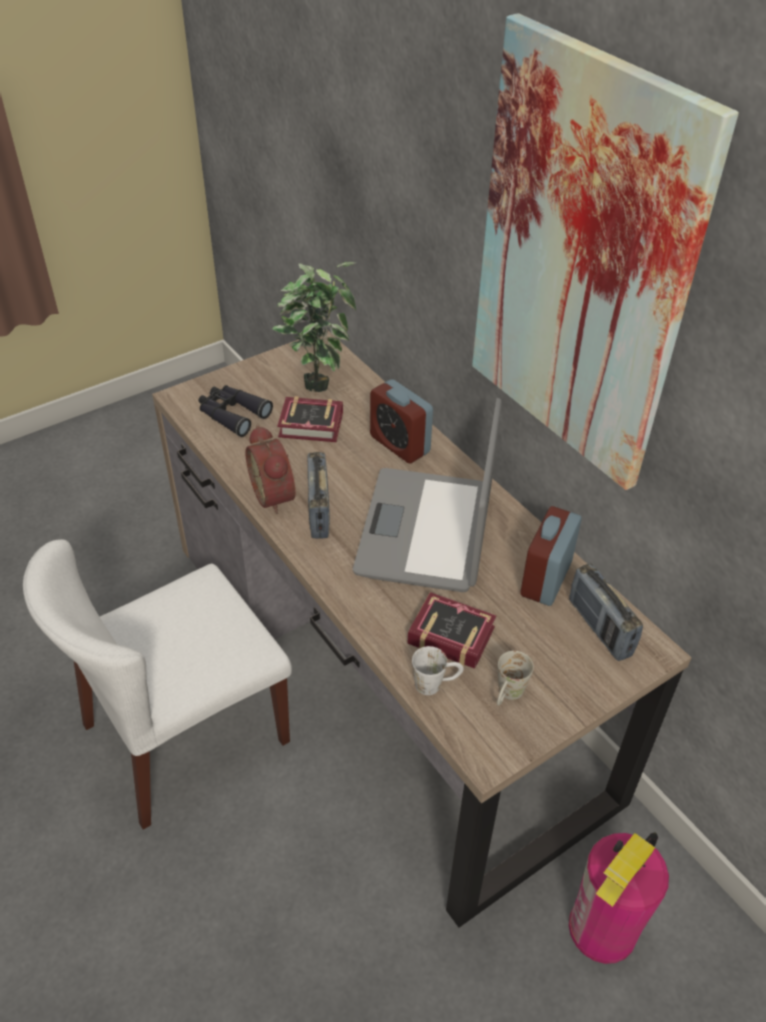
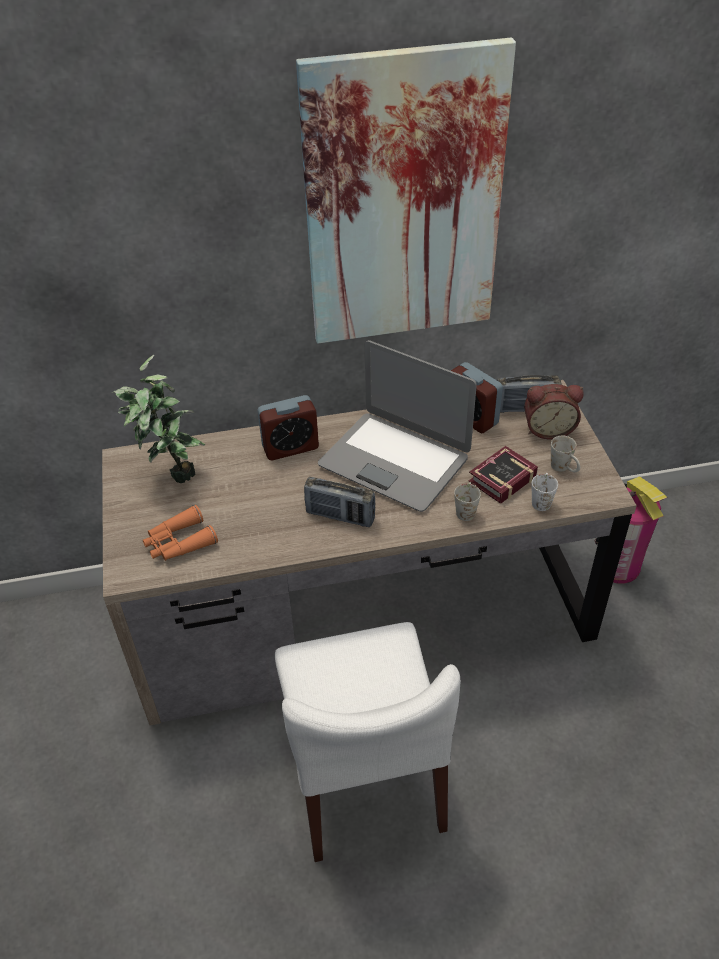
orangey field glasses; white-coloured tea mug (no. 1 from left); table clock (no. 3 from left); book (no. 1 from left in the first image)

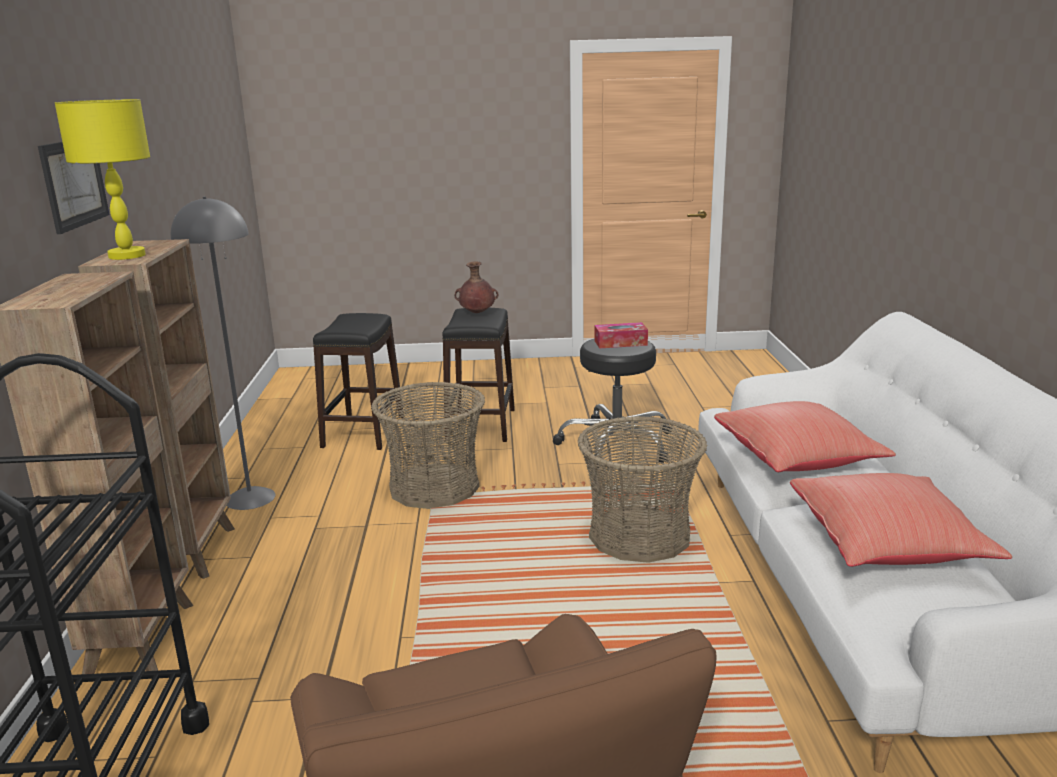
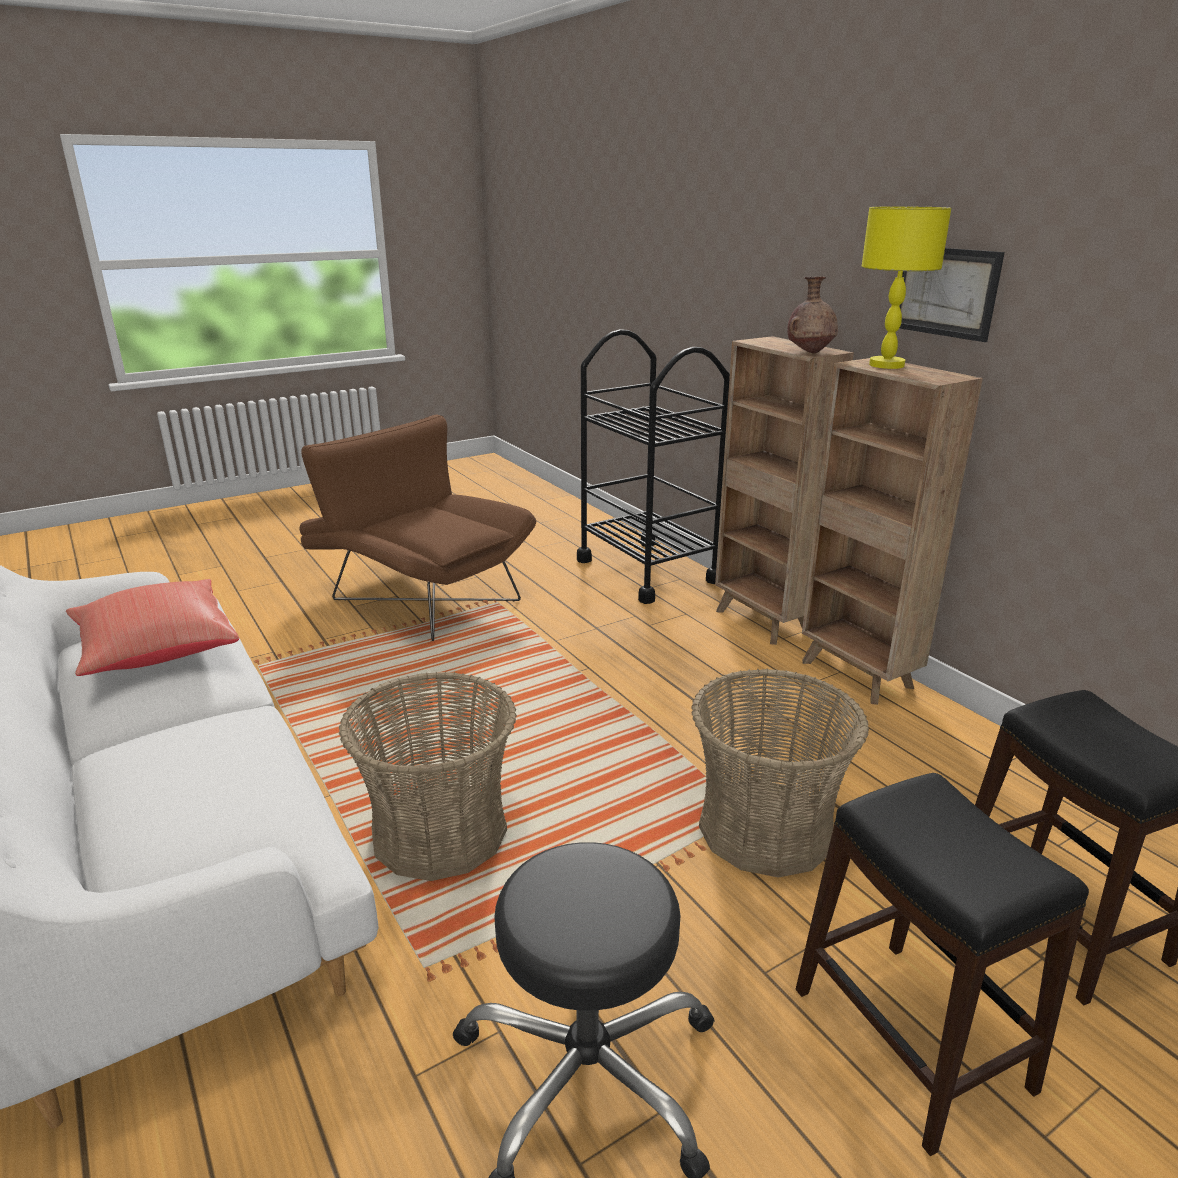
brown-coloured flower vase; greyish floor lamp; box of tissues; red pillow (no. 1 from left in the first image)

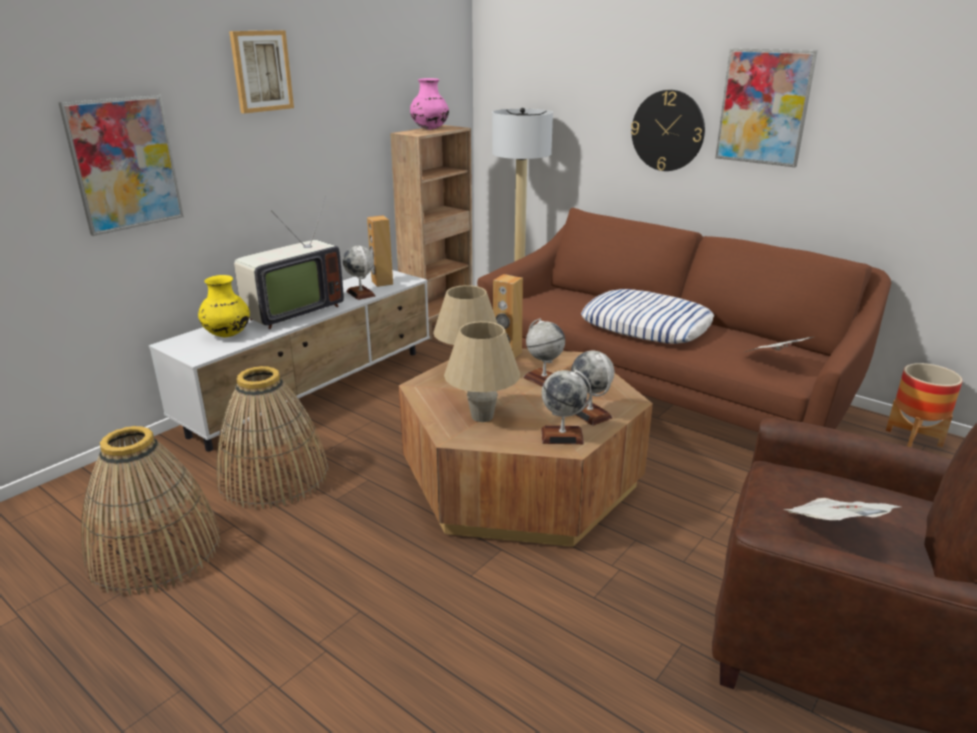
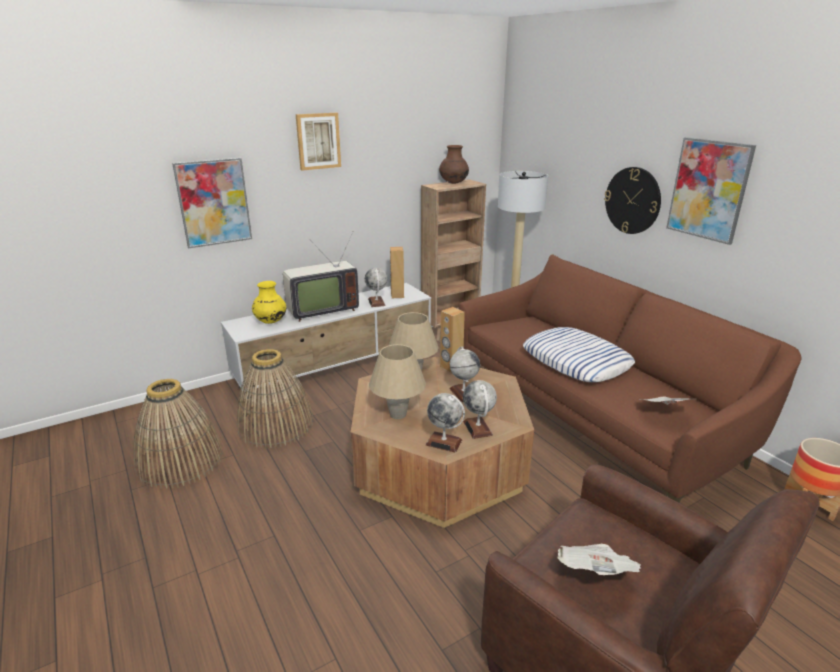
brown-coloured flower vase

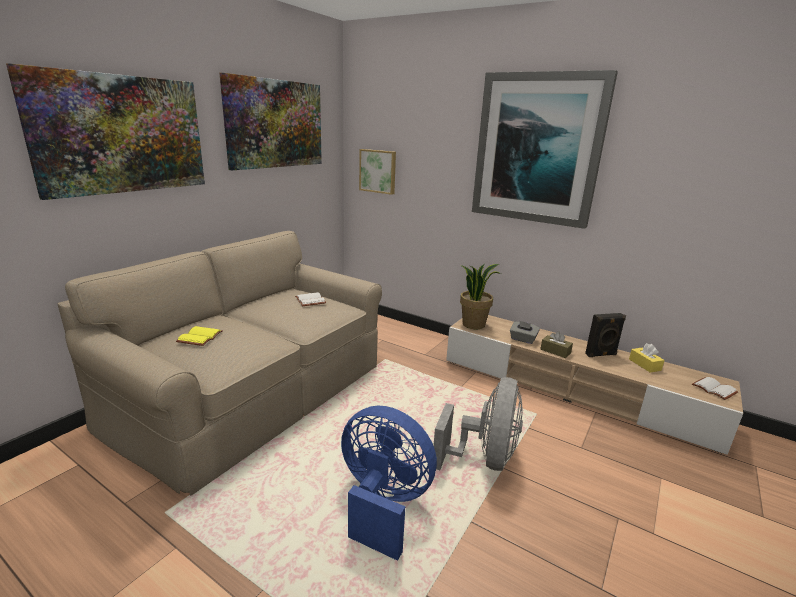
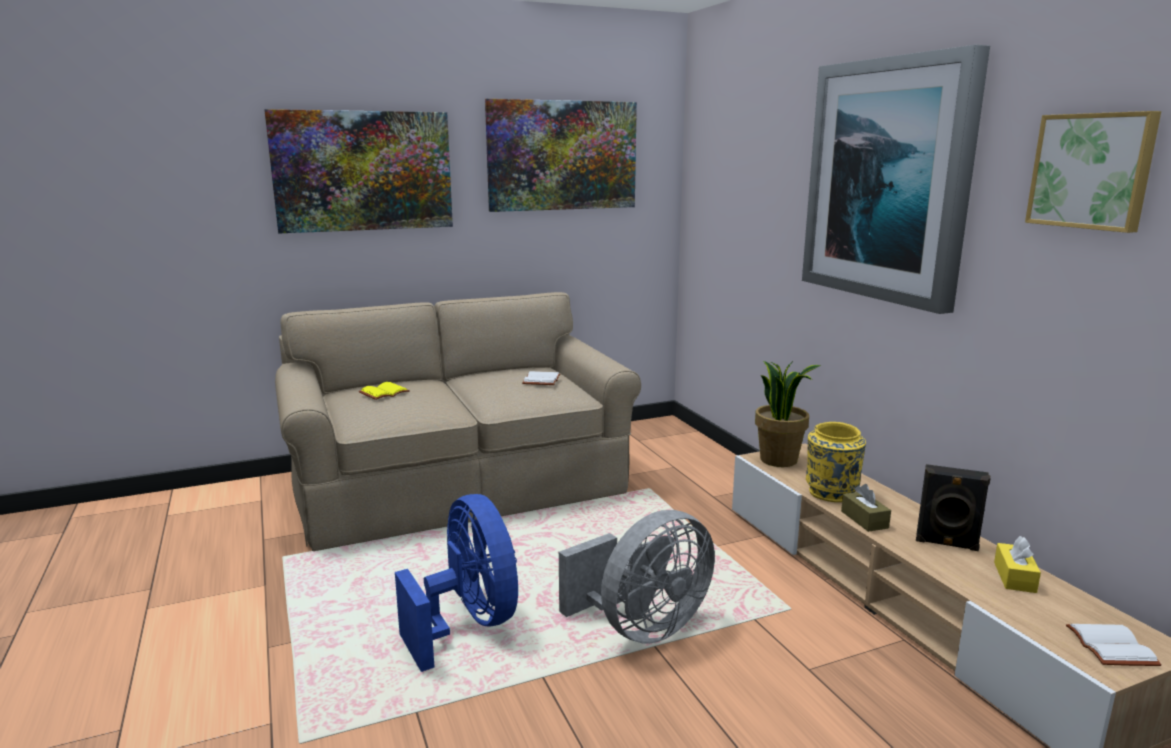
yellow-coloured flower vase; wall picture (no. 4 from left)

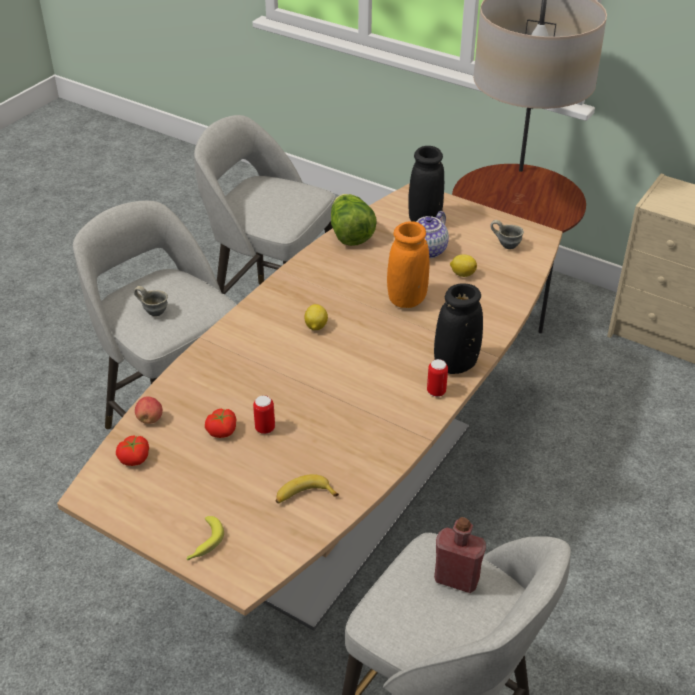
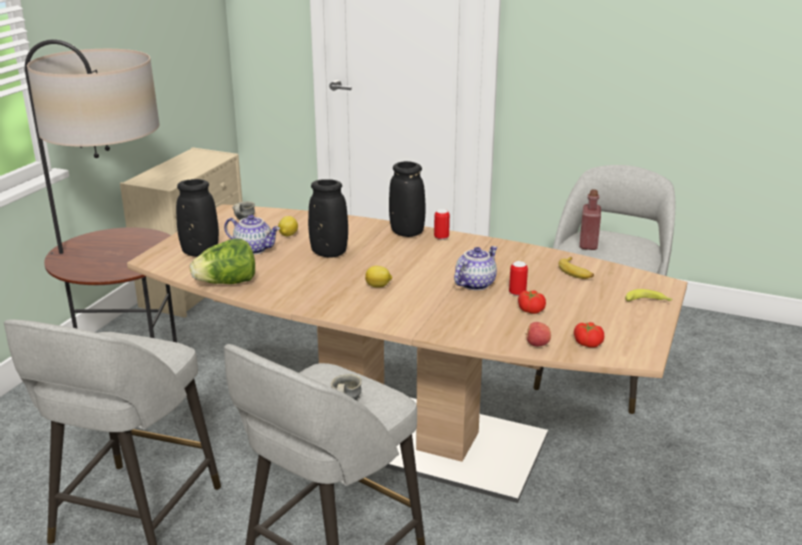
blackish flower vase (no. 2 from left); tea pot (no. 2 from left)

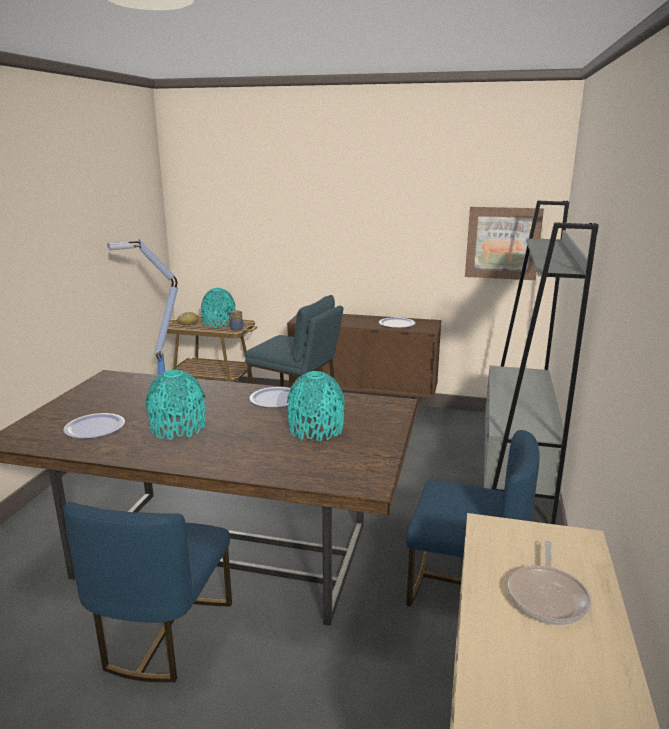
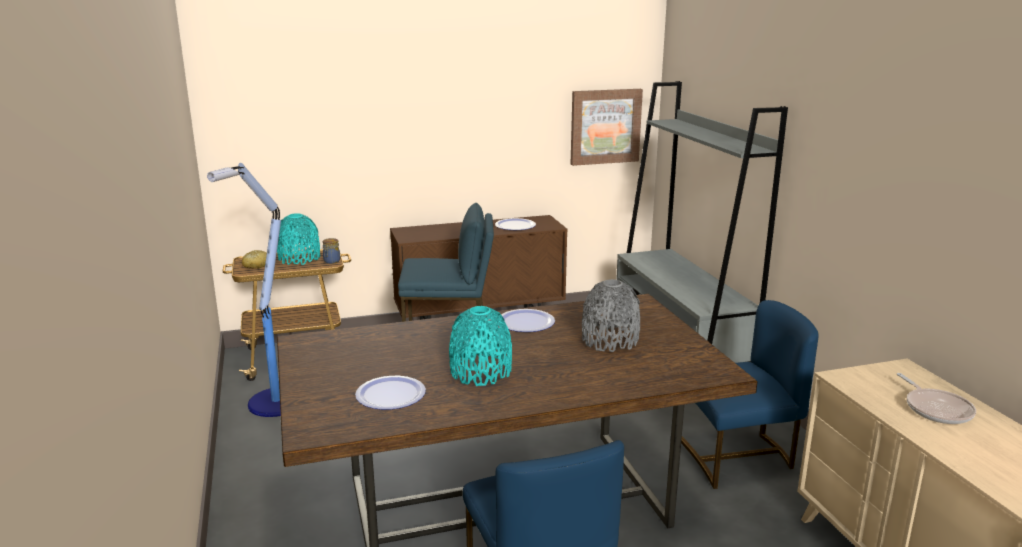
greyish flower vase

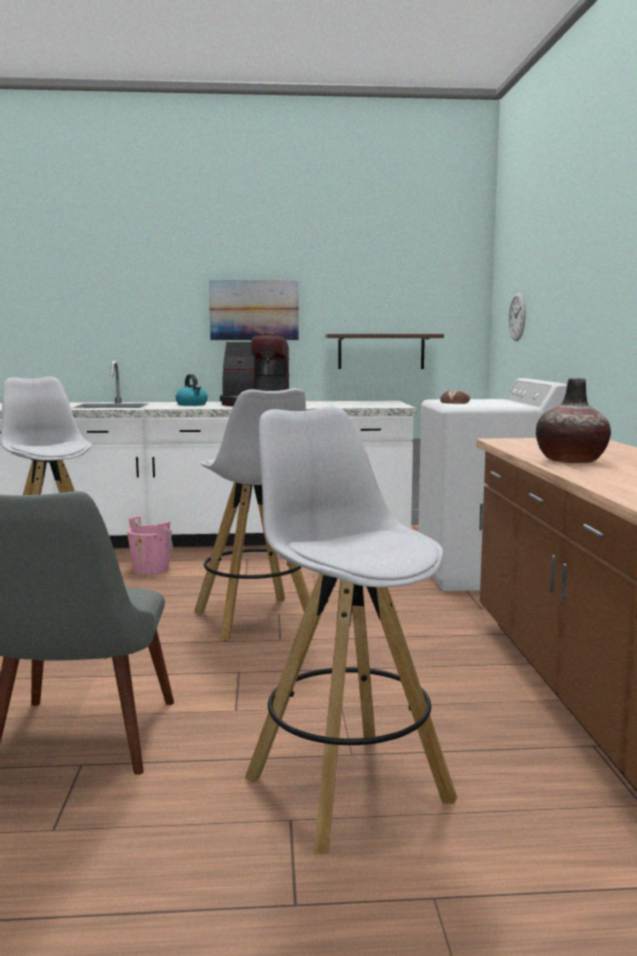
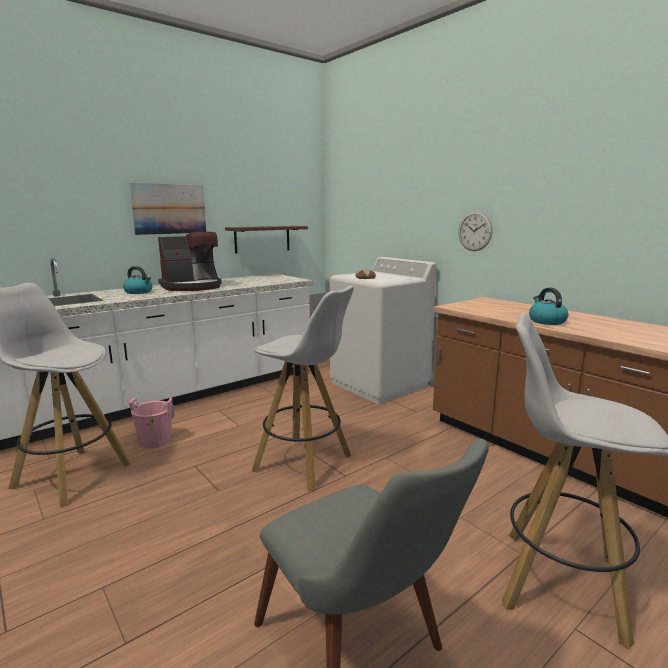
hanging clock; kettle (no. 2 from left)

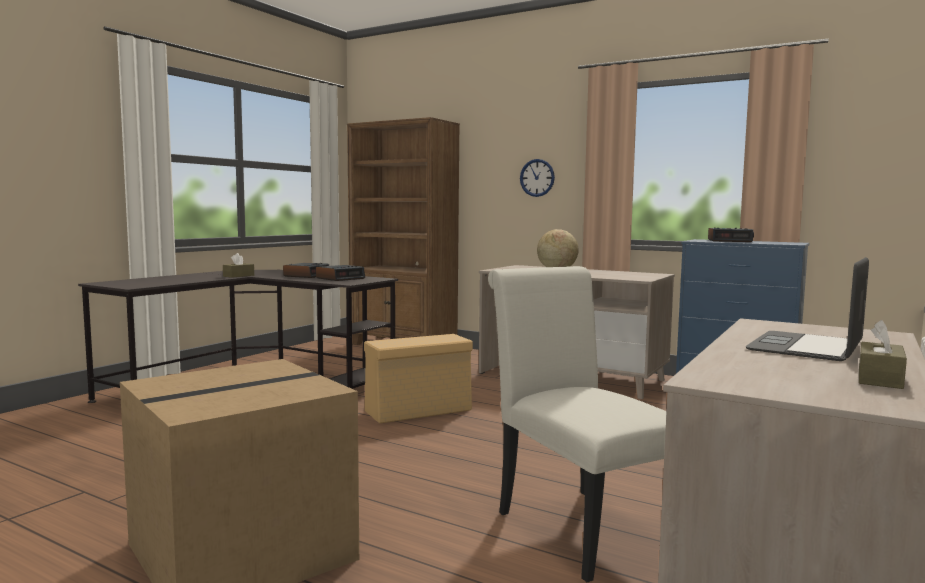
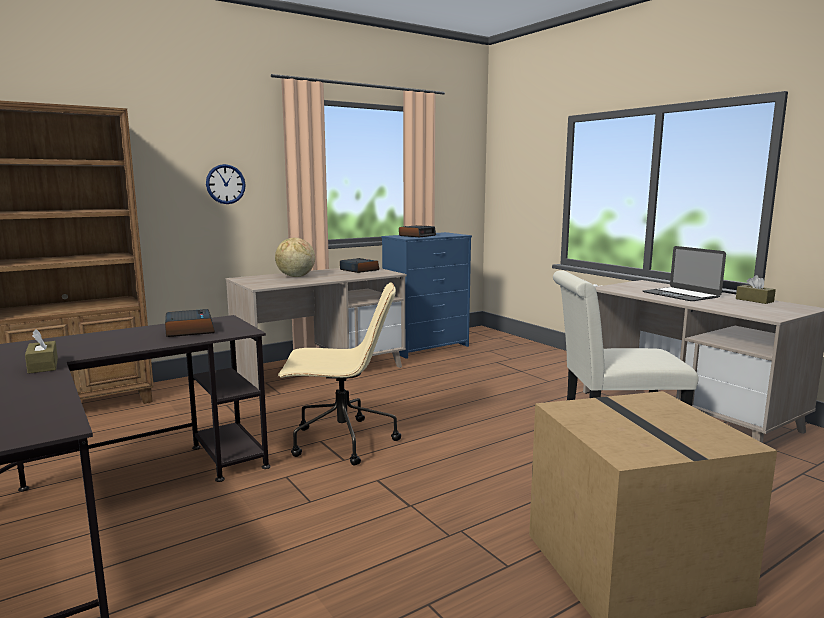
beige-coloured computer chair; table clock (no. 2 from left)

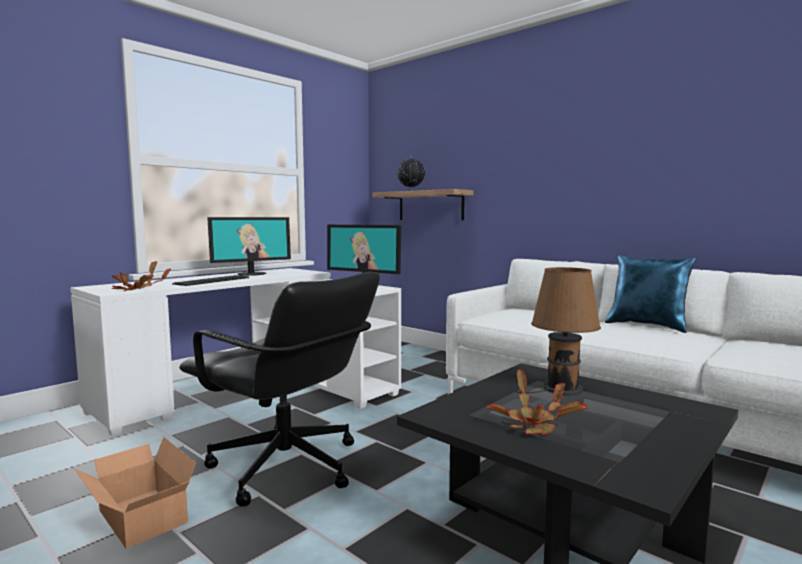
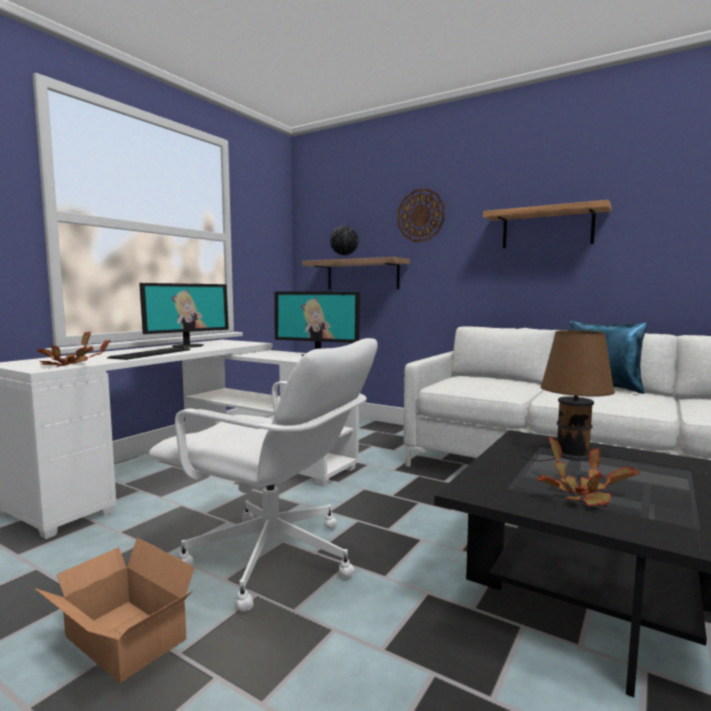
white-coloured computer chair; hanging clock; shelf (no. 2 from left)

